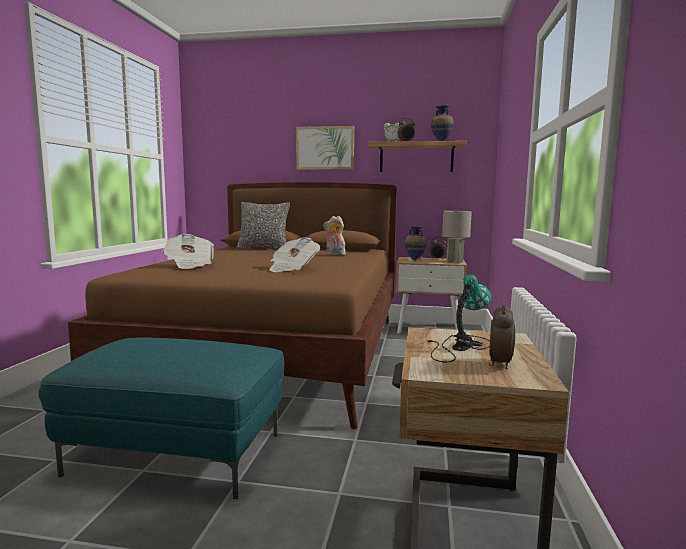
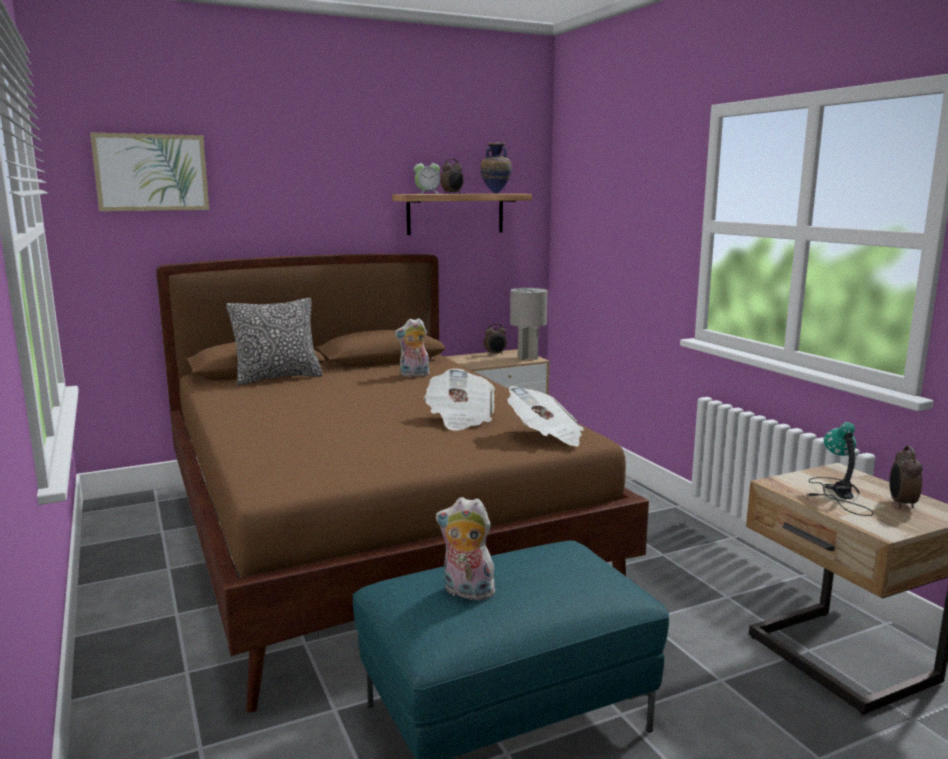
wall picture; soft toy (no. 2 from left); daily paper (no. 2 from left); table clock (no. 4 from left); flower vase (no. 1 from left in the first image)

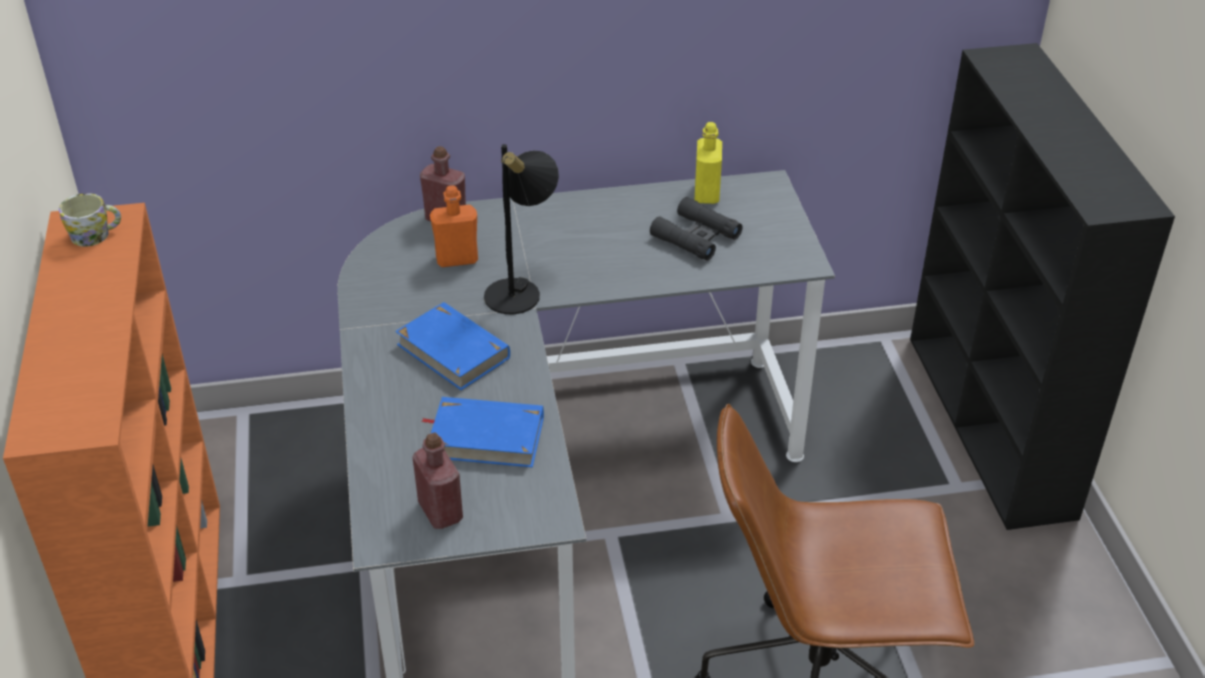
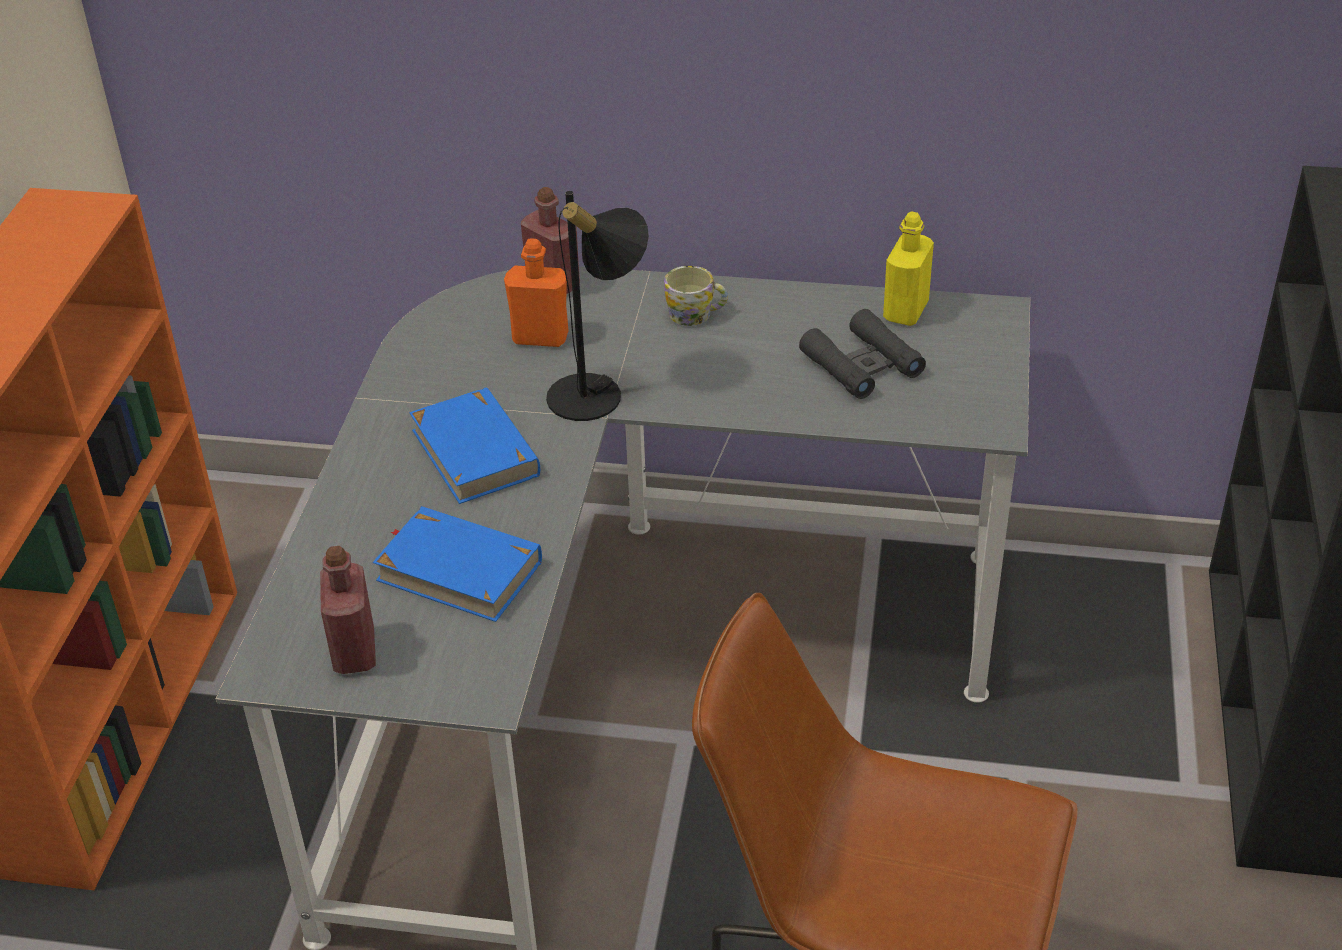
tea mug

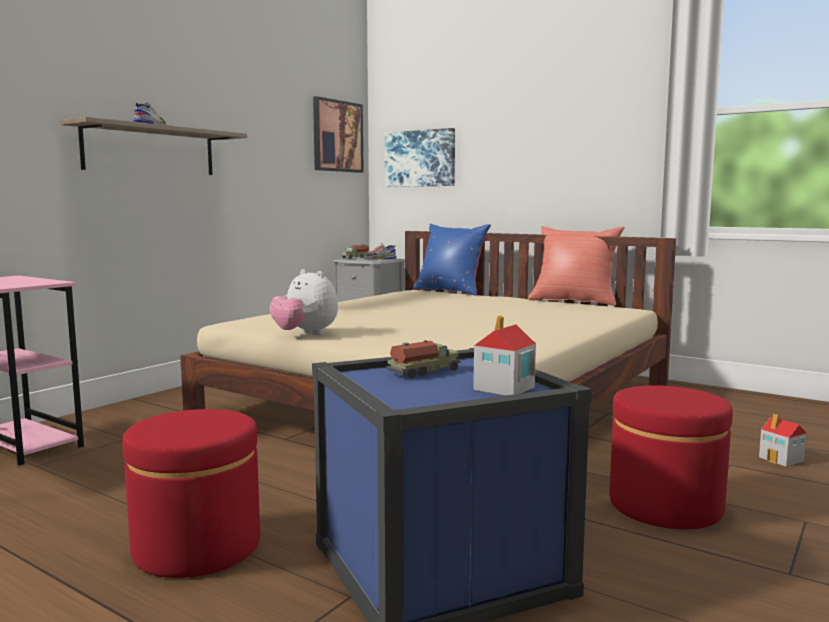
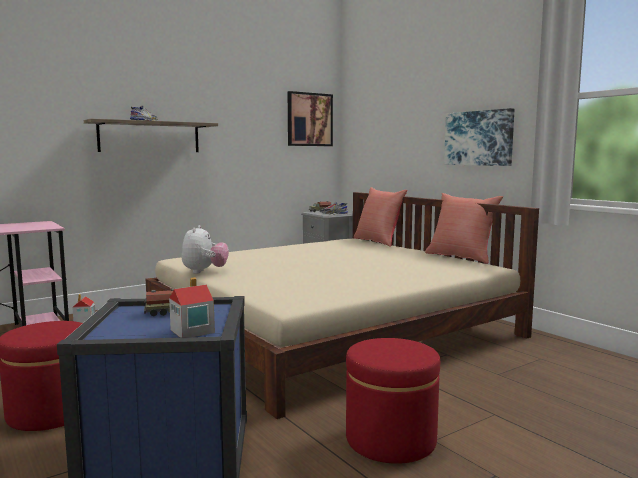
toy house (no. 1 from left); soft toy; red pillow (no. 1 from left); wall picture (no. 2 from left)

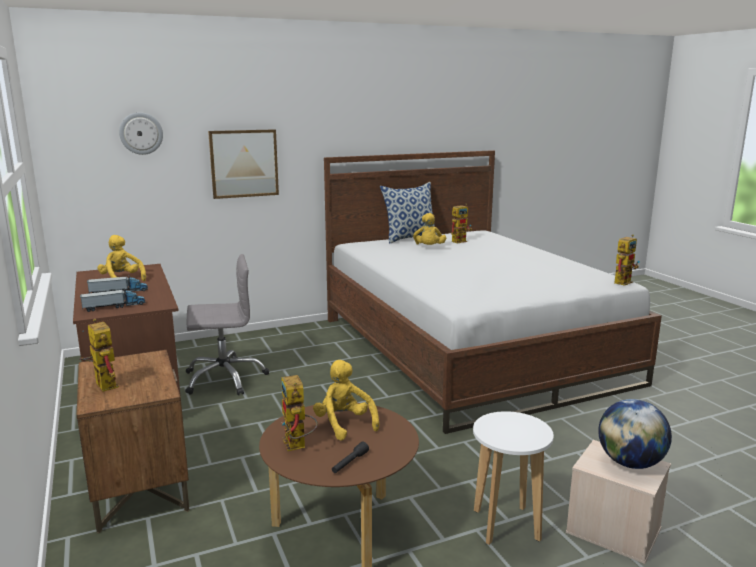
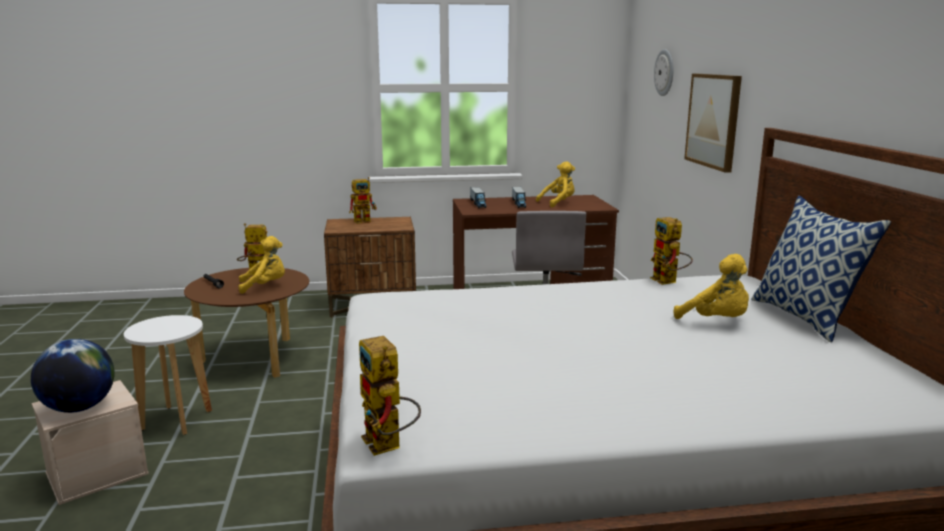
robot figure (no. 4 from left); yellow-coloured soft toy (no. 3 from left)

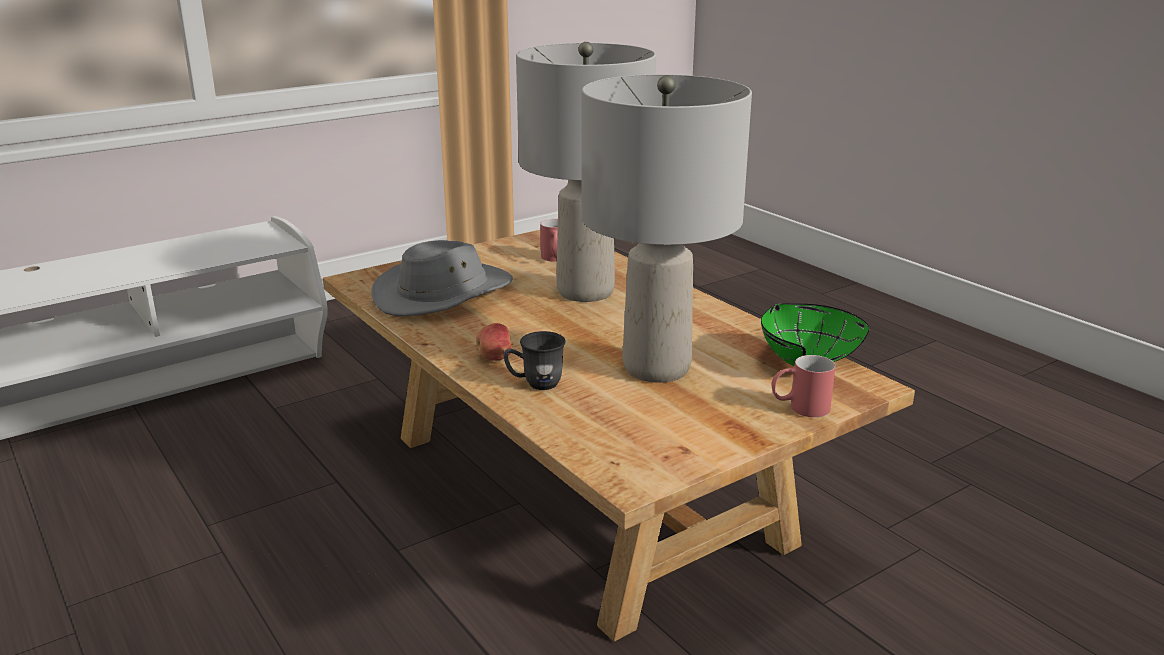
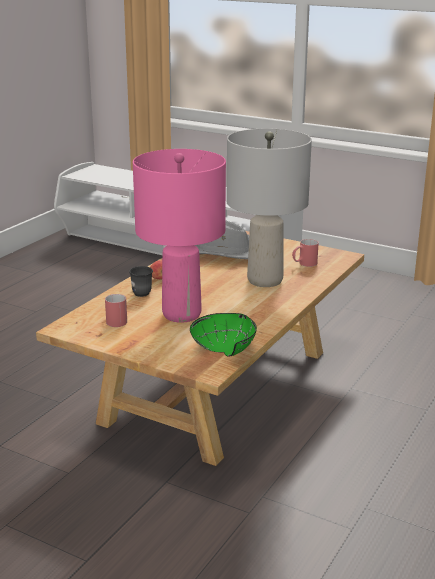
red tea mug (no. 1 from left); pinkish tabletop lamp

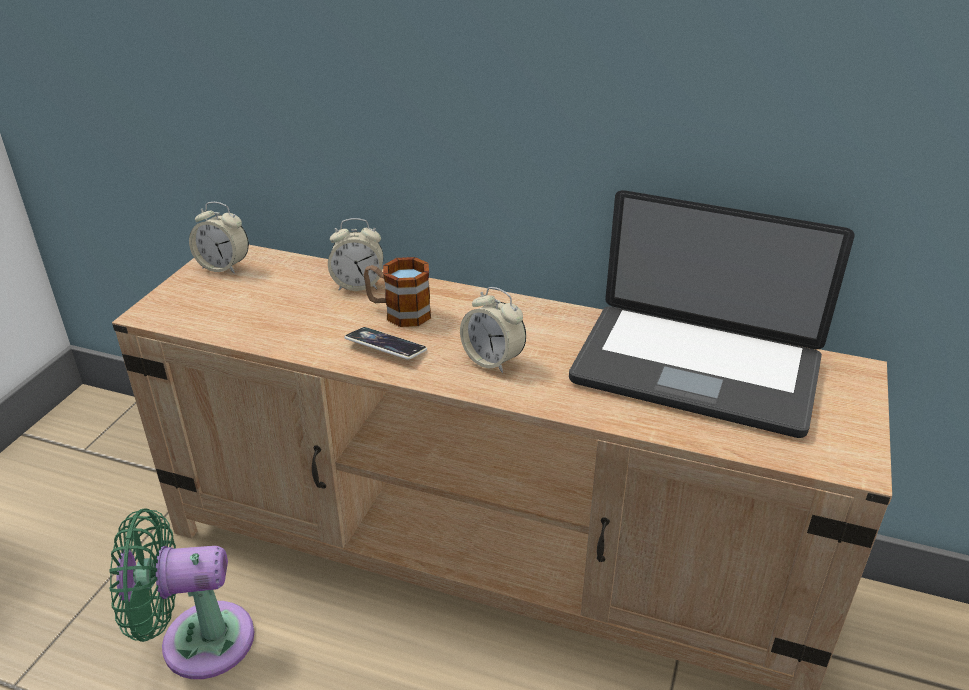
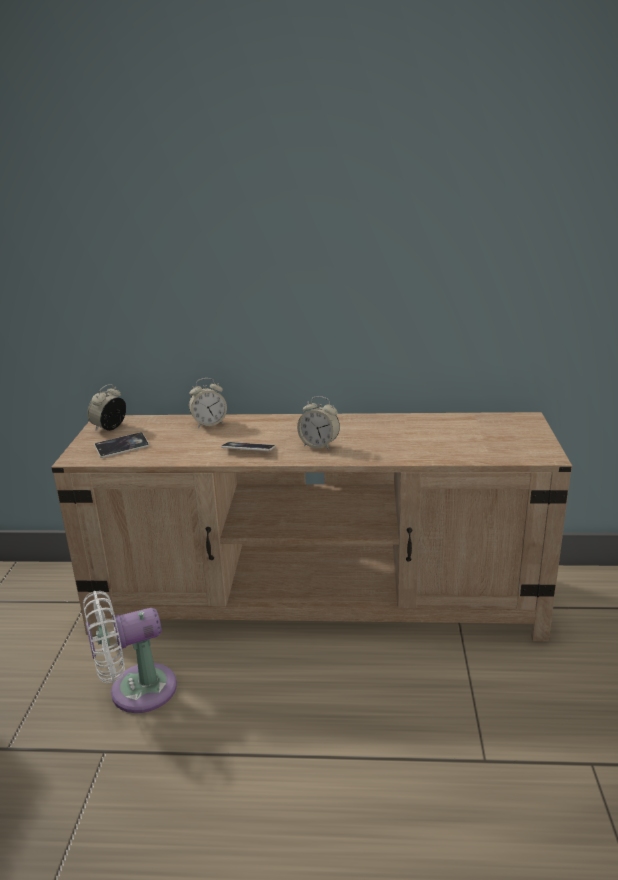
white-coloured fan; table clock (no. 1 from left); telephone (no. 1 from left); tea mug; notebook computer

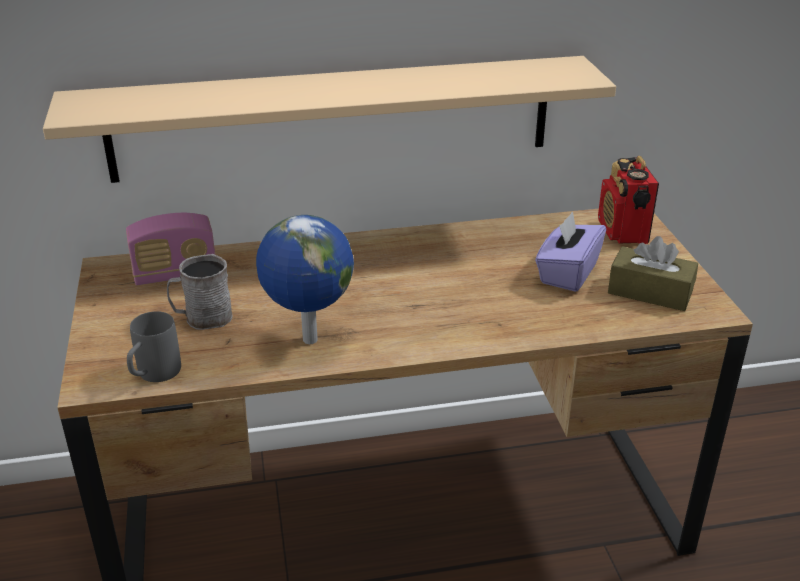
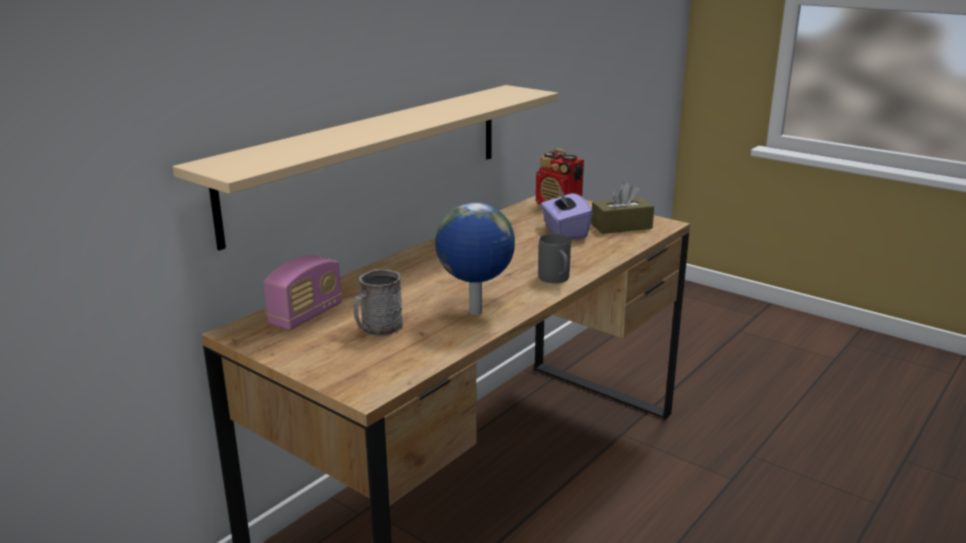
greyish tea mug (no. 2 from left)

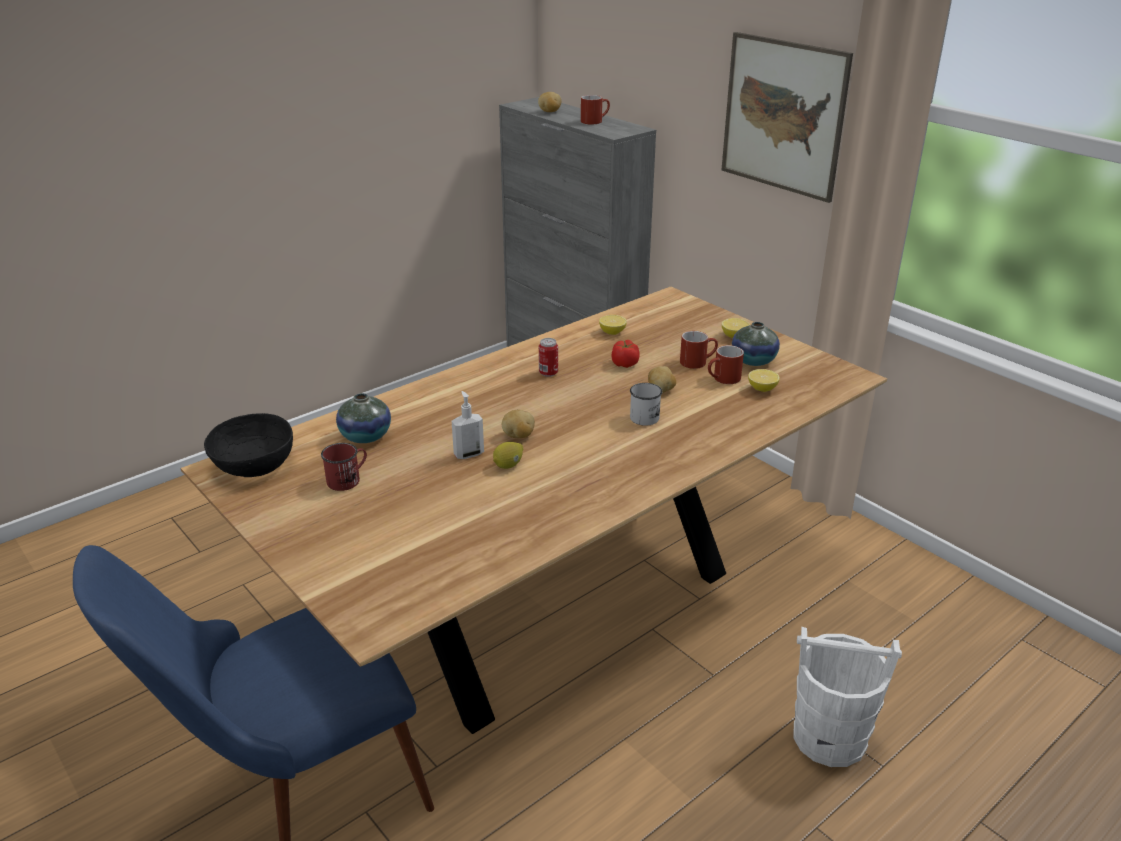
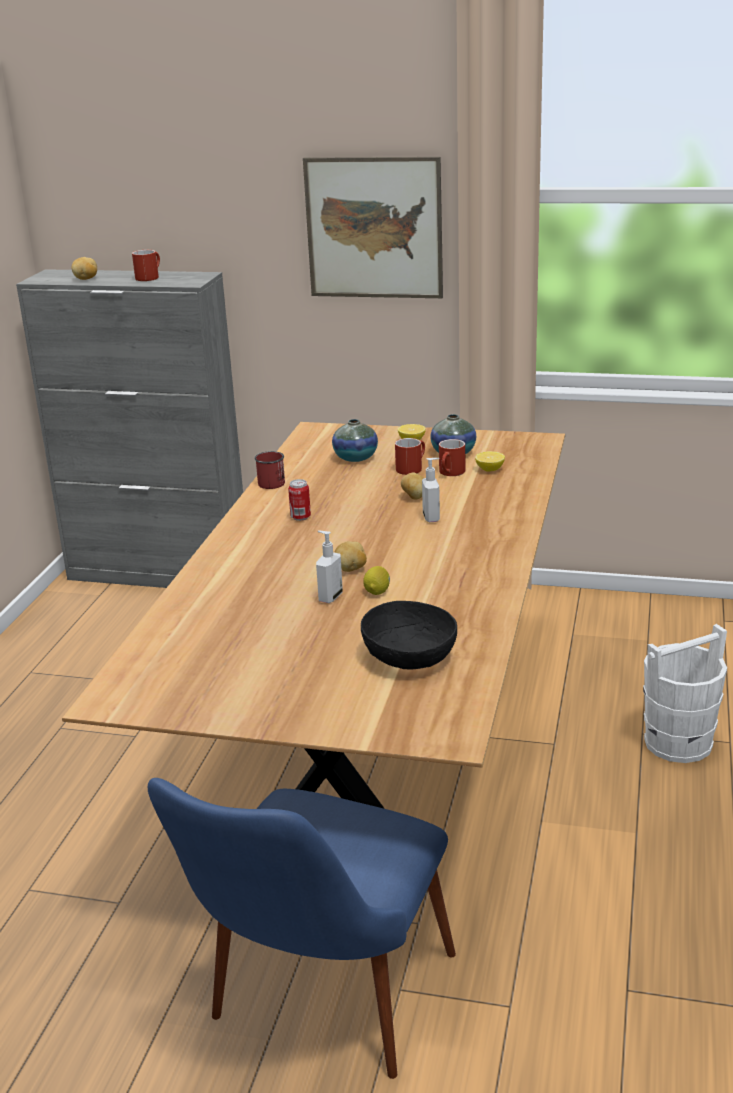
red tea mug (no. 2 from left); flower vase (no. 1 from left); blackish deep dish; liquid soap bottle (no. 2 from left); whole lemon (no. 2 from left in the first image); fresh tomato

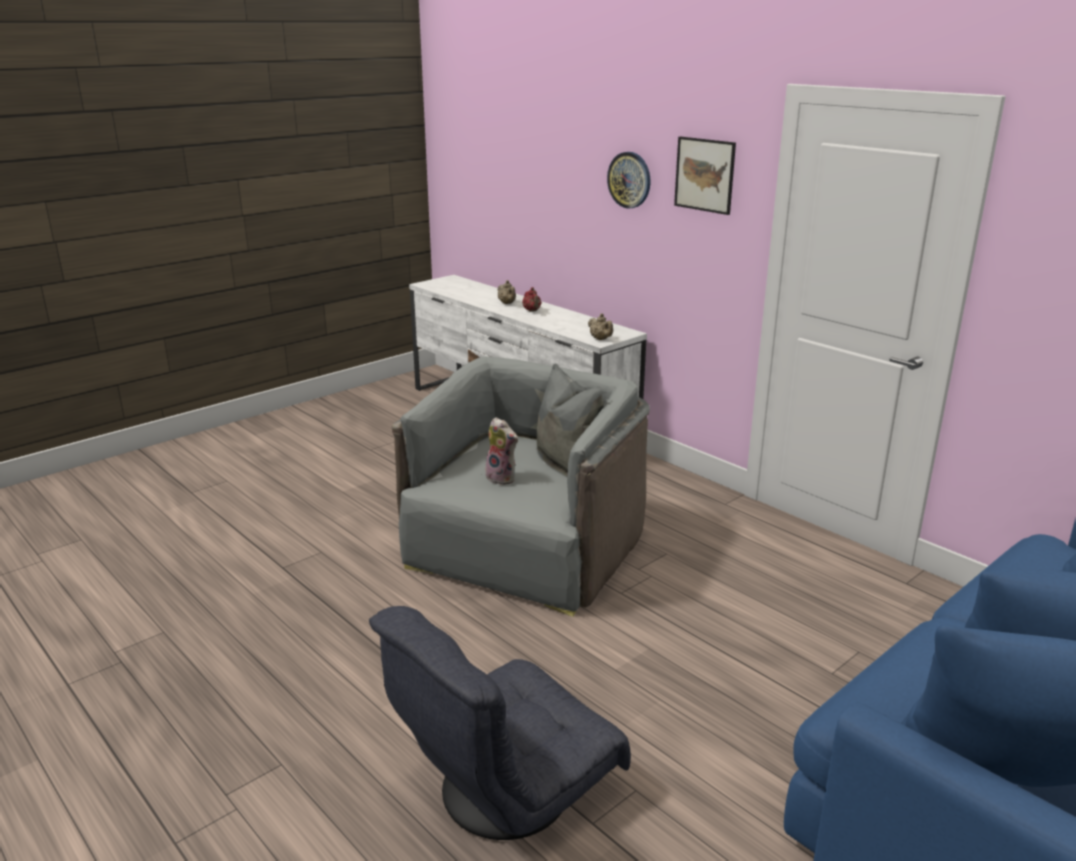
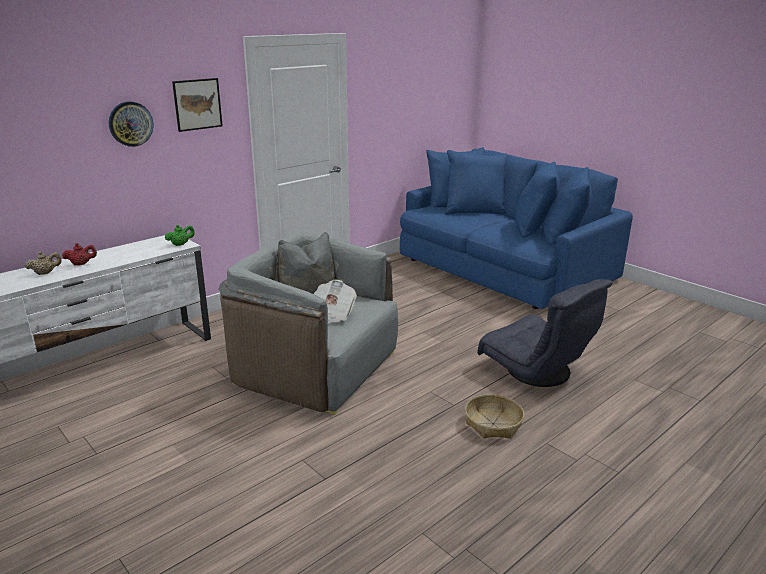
greenish tea pot; daily paper; household basket

